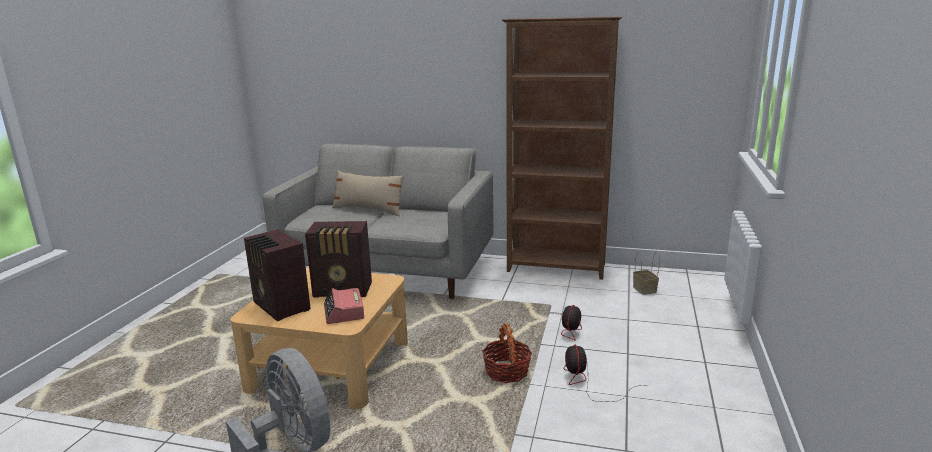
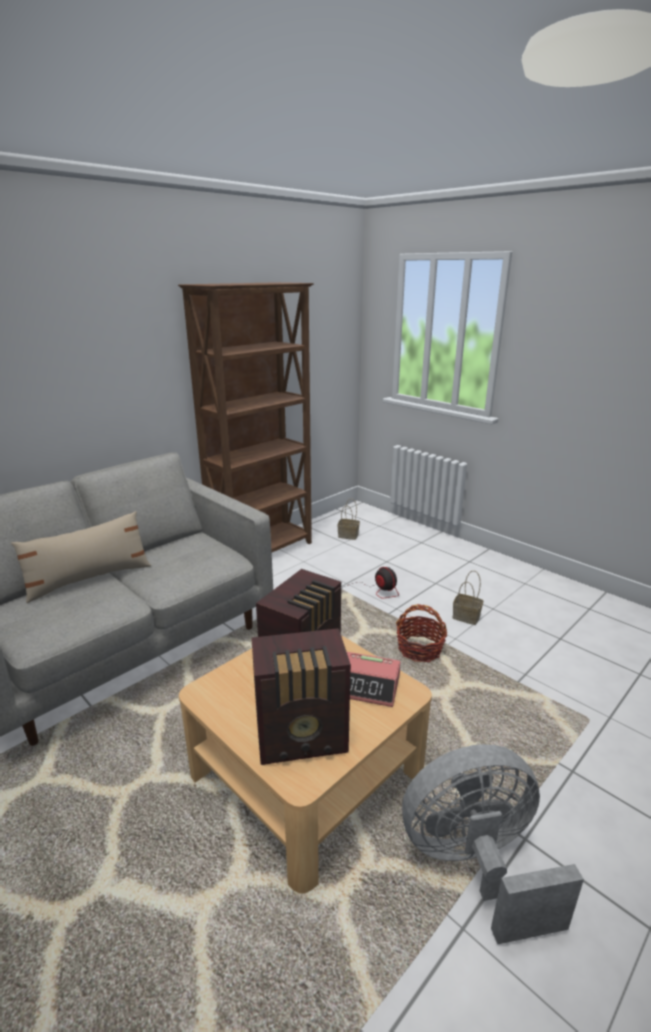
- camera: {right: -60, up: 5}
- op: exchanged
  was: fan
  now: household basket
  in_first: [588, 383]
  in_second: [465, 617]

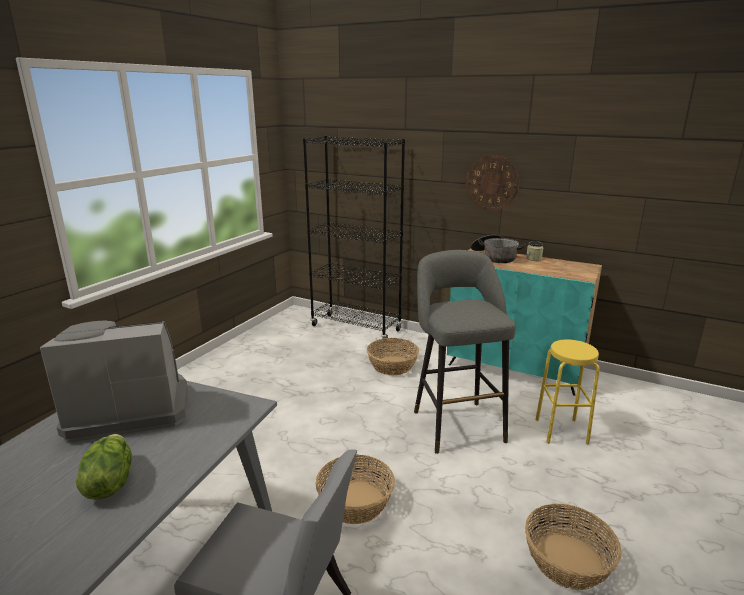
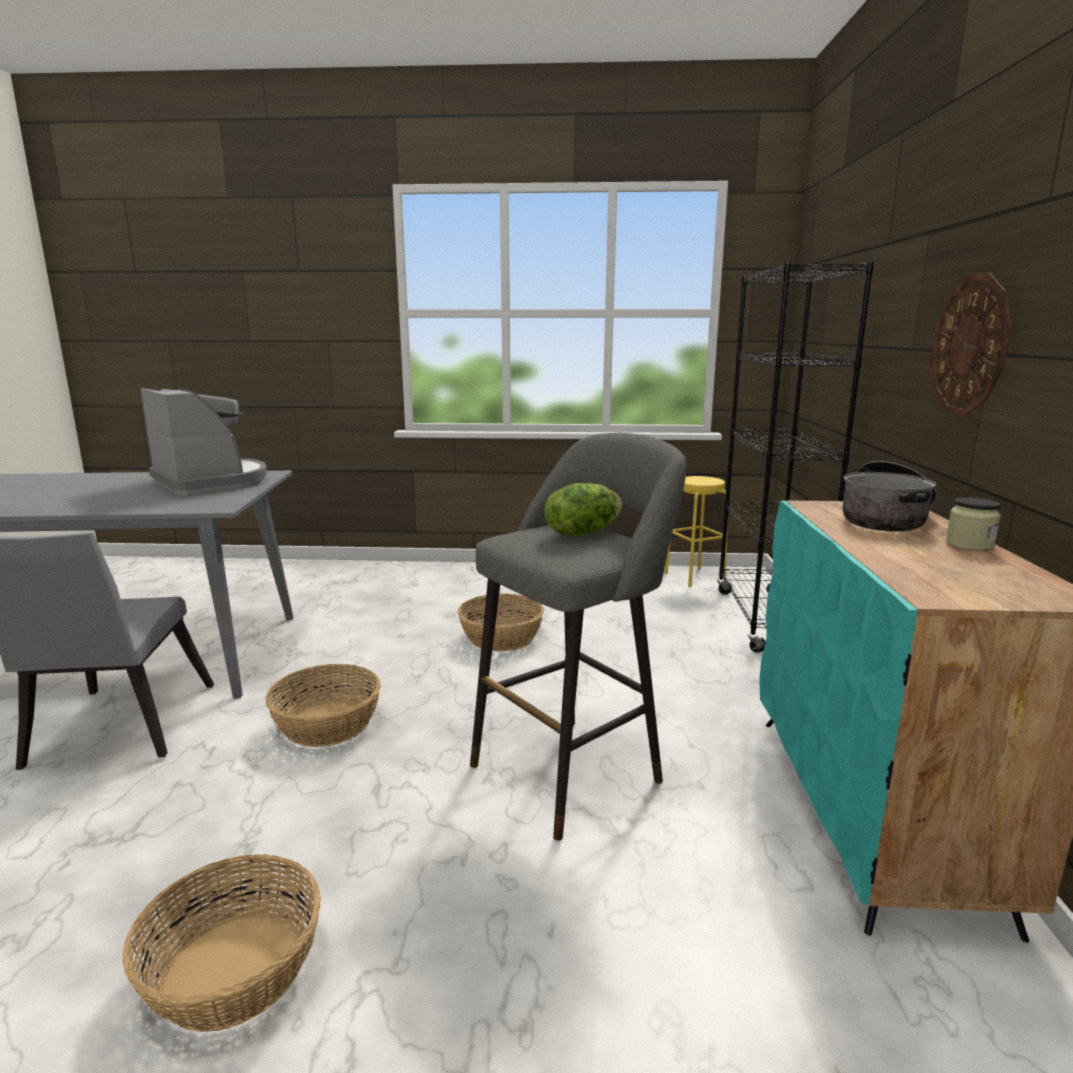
- camera: {right: 65, up: -5}
- op: relocated
  was: household basket
  in_first: [392, 365]
  in_second: [502, 638]
- op: relocated
  was: lettuce
  in_first: [109, 483]
  in_second: [582, 533]
- op: relocated
  was: yellow stool
  in_first: [561, 431]
  in_second: [694, 577]

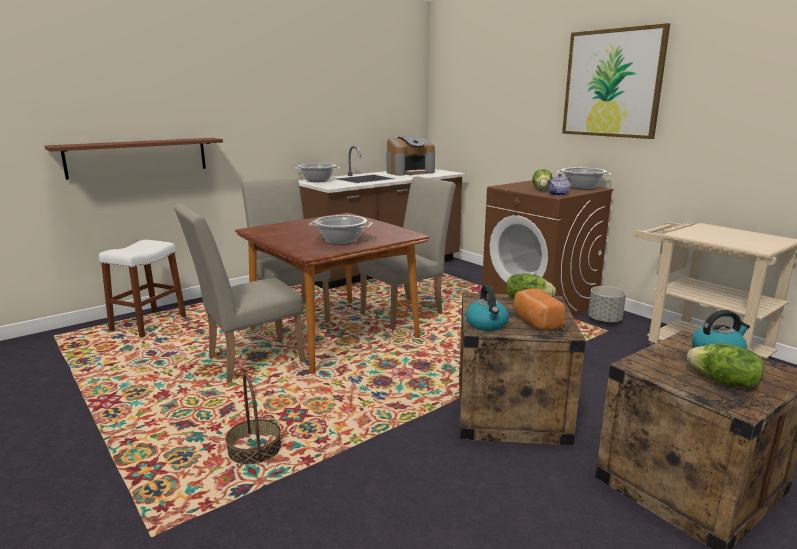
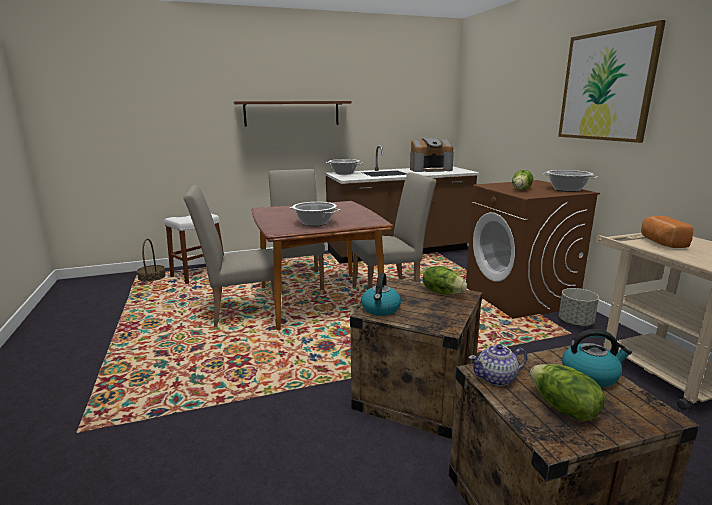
- camera: {right: 20, up: 0}
- op: relocated
  was: household basket
  in_first: [254, 449]
  in_second: [152, 277]
- op: relocated
  was: brown bracket shelf
  in_first: [138, 157]
  in_second: [292, 113]
- op: relocated
  was: pot for tea
  in_first: [558, 194]
  in_second: [497, 378]
- op: relocated
  was: bread
  in_first: [535, 322]
  in_second: [661, 242]

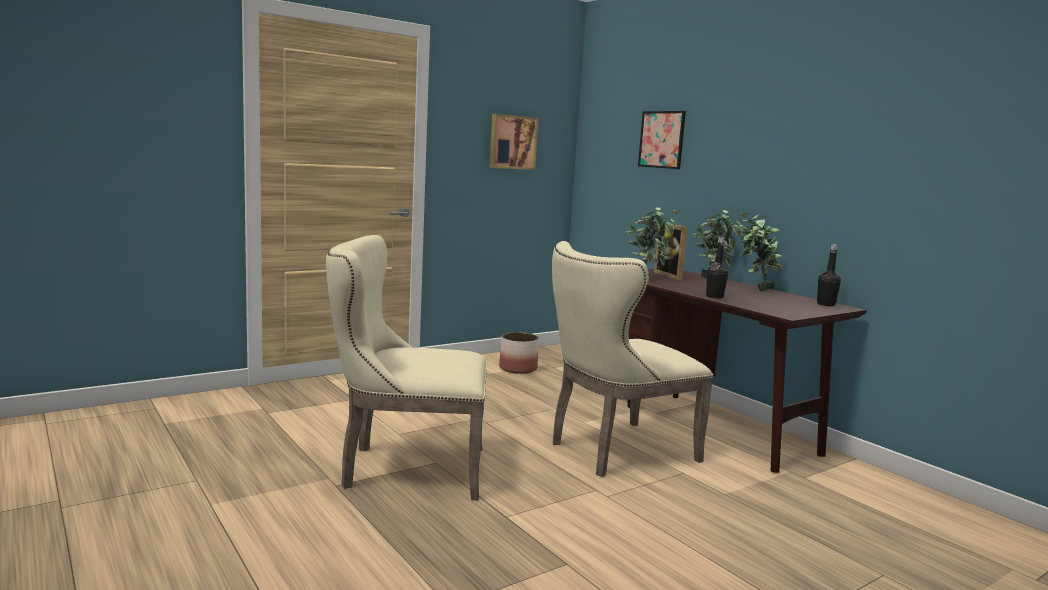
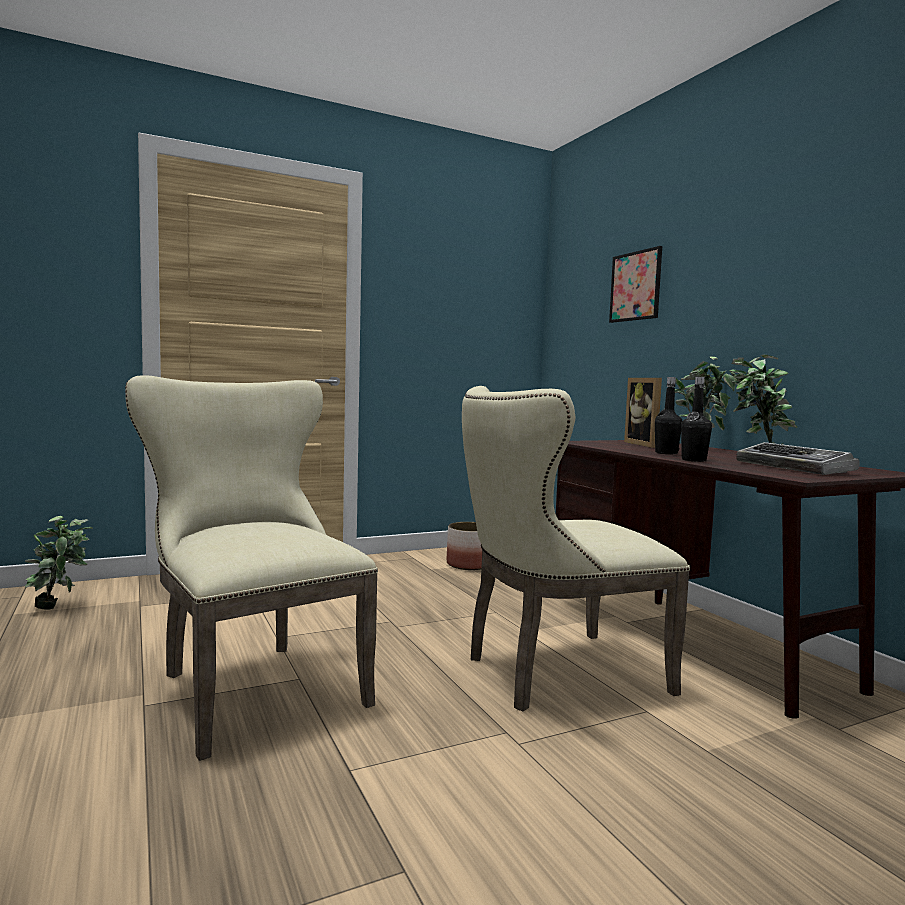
- camera: {right: 10, up: -5}
- op: relocated
  was: plant in a pot
  in_first: [647, 278]
  in_second: [60, 607]
- op: spun
  was: beige-coloured upright chair
  in_first: [405, 469]
  in_second: [252, 686]
  clockwise: 45
- op: relocated
  was: black bottle
  in_first: [825, 304]
  in_second: [666, 453]
- op: appeared
  now: keyboard
  in_second: [795, 468]
- op: missing
  was: picture
  in_first: [512, 142]

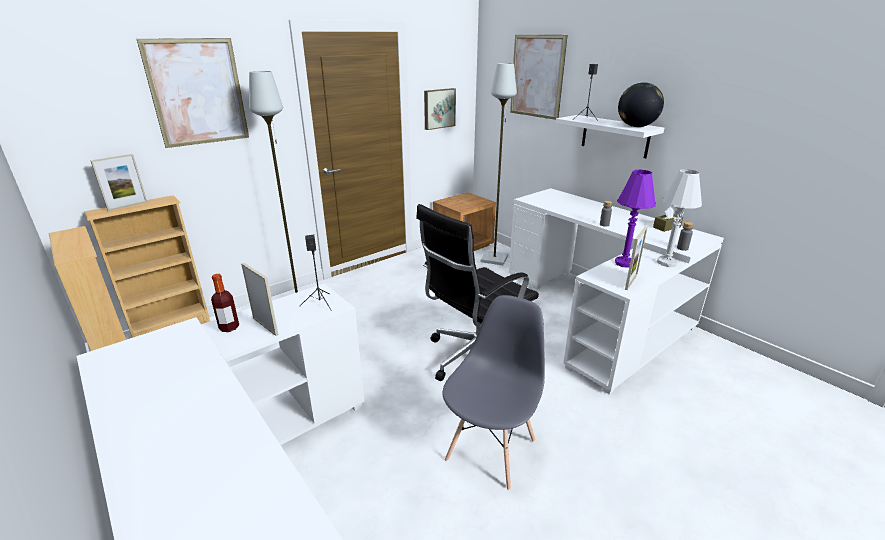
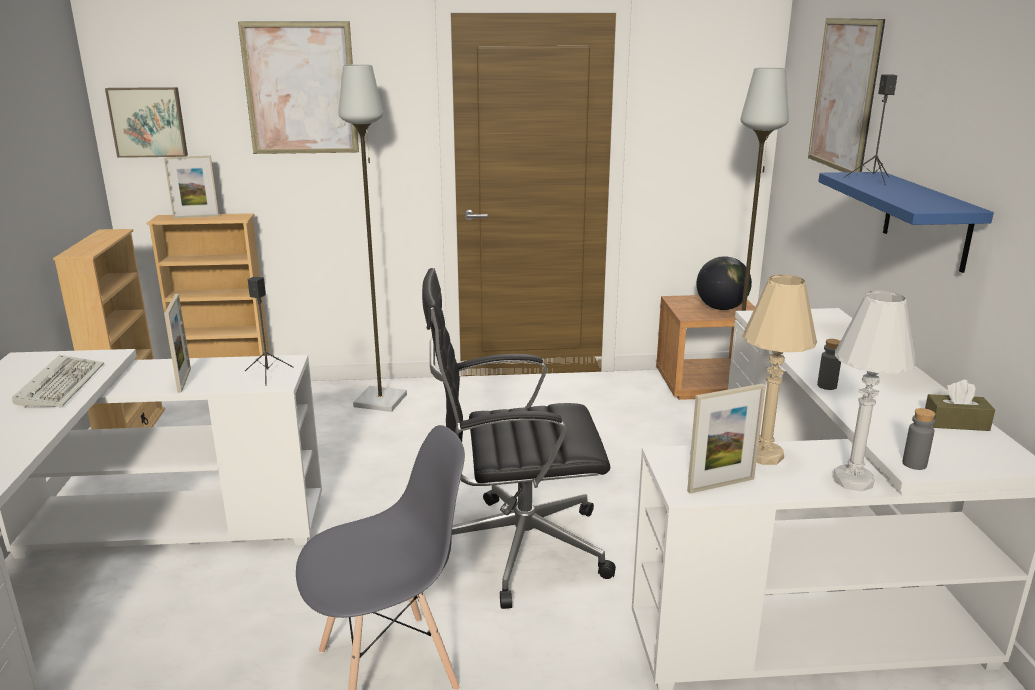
- camera: {right: 35, up: -5}
- op: appeared
  now: keyboard
  in_second: [61, 385]
- op: relocated
  was: picture
  in_first: [438, 108]
  in_second: [148, 122]
- op: relocated
  was: desk globe
  in_first: [636, 126]
  in_second: [721, 308]
- op: colour
  was: purple table lamp
  now: beige-coloured table lamp
  in_first: [624, 263]
  in_second: [764, 455]
- op: colour
  was: white bracket shelf
  now: blue-coloured bracket shelf
  in_first: [615, 136]
  in_second: [926, 220]
- op: missing
  was: bottle
  in_first: [229, 327]

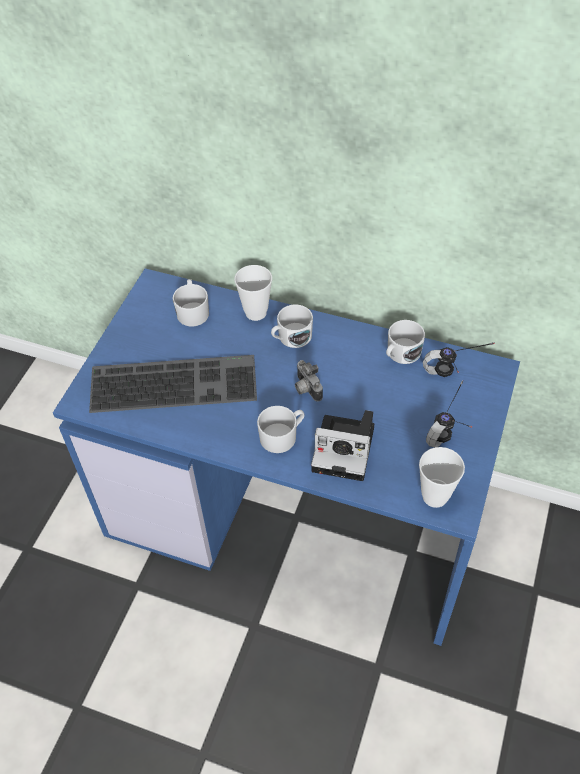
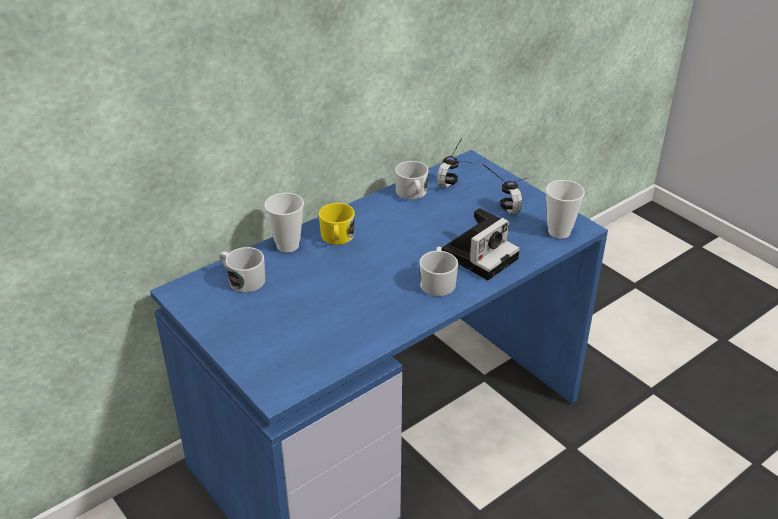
- camera: {right: -60, up: -15}
- op: colour
  was: white coffee mug
  now: yellow coffee mug
  in_first: [291, 337]
  in_second: [337, 238]
- op: missing
  was: keyboard
  in_first: [175, 381]
- op: missing
  was: still camera
  in_first: [306, 389]

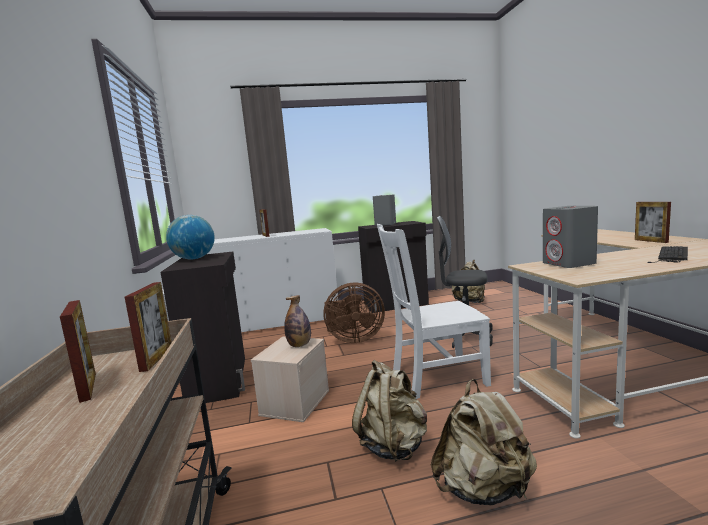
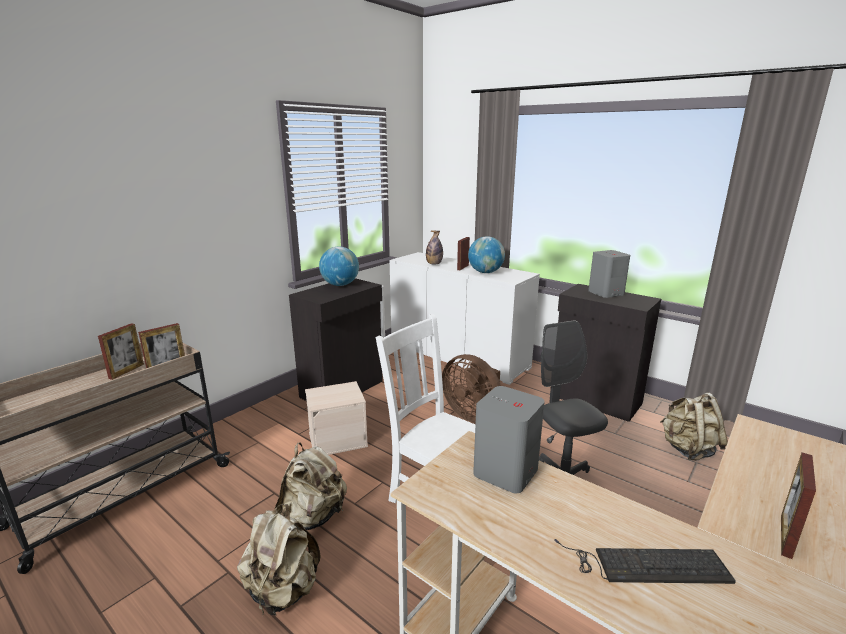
- camera: {right: 50, up: 10}
- op: relocated
  was: bottle
  in_first: [299, 345]
  in_second: [434, 264]
- op: appeared
  now: desk globe
  in_second: [485, 272]

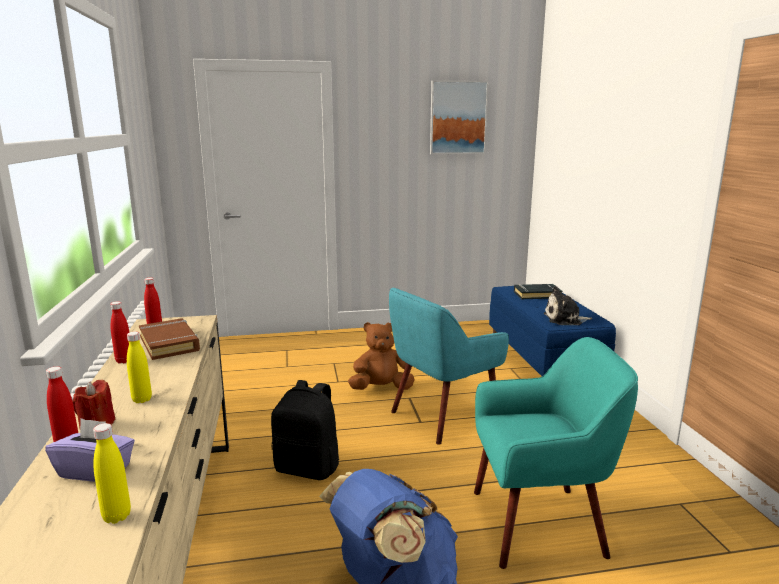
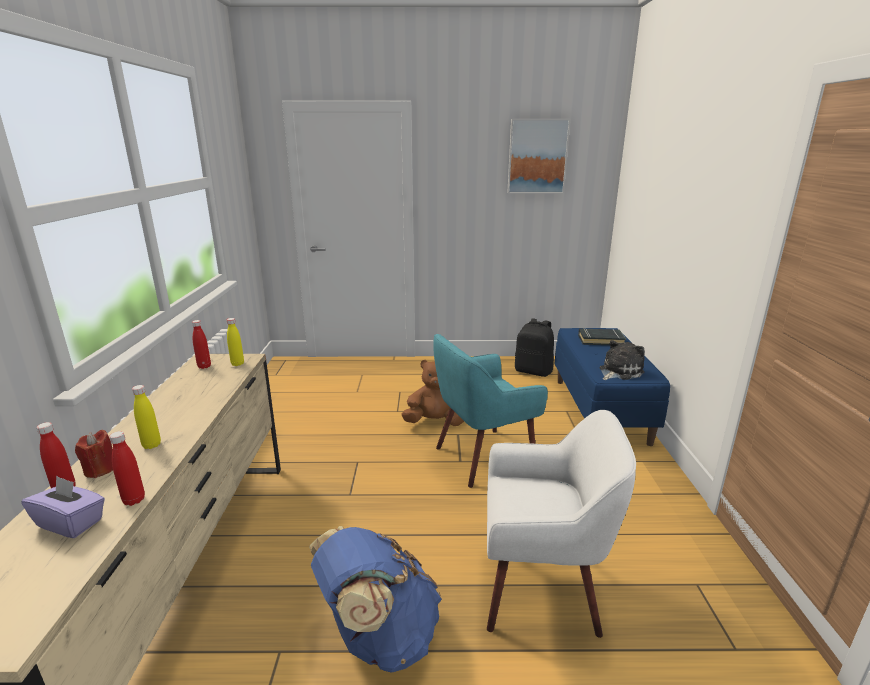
- camera: {right: 10, up: 5}
- op: relocated
  was: reddish bottle
  in_first: [124, 361]
  in_second: [134, 500]
- op: relocated
  was: yellow bottle
  in_first: [117, 516]
  in_second: [237, 364]
- op: colour
  was: blue-green armchair
  now: white armchair
  in_first: [539, 523]
  in_second: [541, 587]
- op: relocated
  was: black knapsack
  in_first: [308, 468]
  in_second: [533, 371]
- op: spun
  was: soft toy
  in_first: [565, 319]
  in_second: [619, 371]
  clockwise: 135
- op: missing
  was: brown book
  in_first: [169, 344]

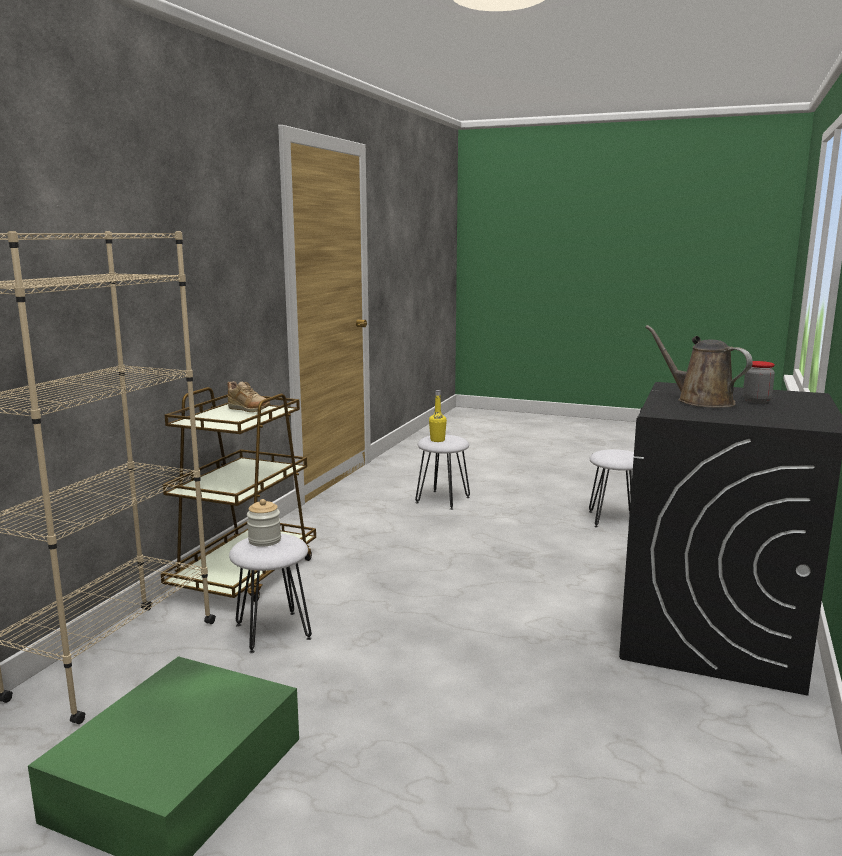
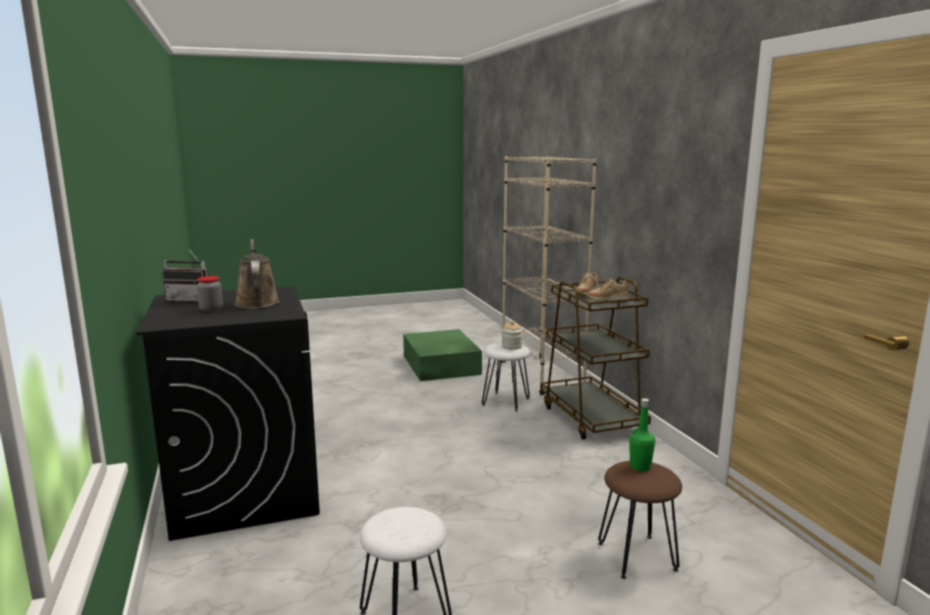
- camera: {right: 140, up: 0}
- op: appeared
  now: radio set
  in_second: [191, 300]
- op: spun
  was: brown sprinkling can
  in_first: [700, 401]
  in_second: [257, 302]
  clockwise: -120
- op: appeared
  now: beige-coloured item of footwear
  in_second: [586, 295]
- op: colour
  was: white stool
  now: brown stool
  in_first: [443, 500]
  in_second: [637, 557]
- op: colour
  was: yellow bottle
  now: green-coloured bottle
  in_first: [437, 440]
  in_second: [640, 467]

